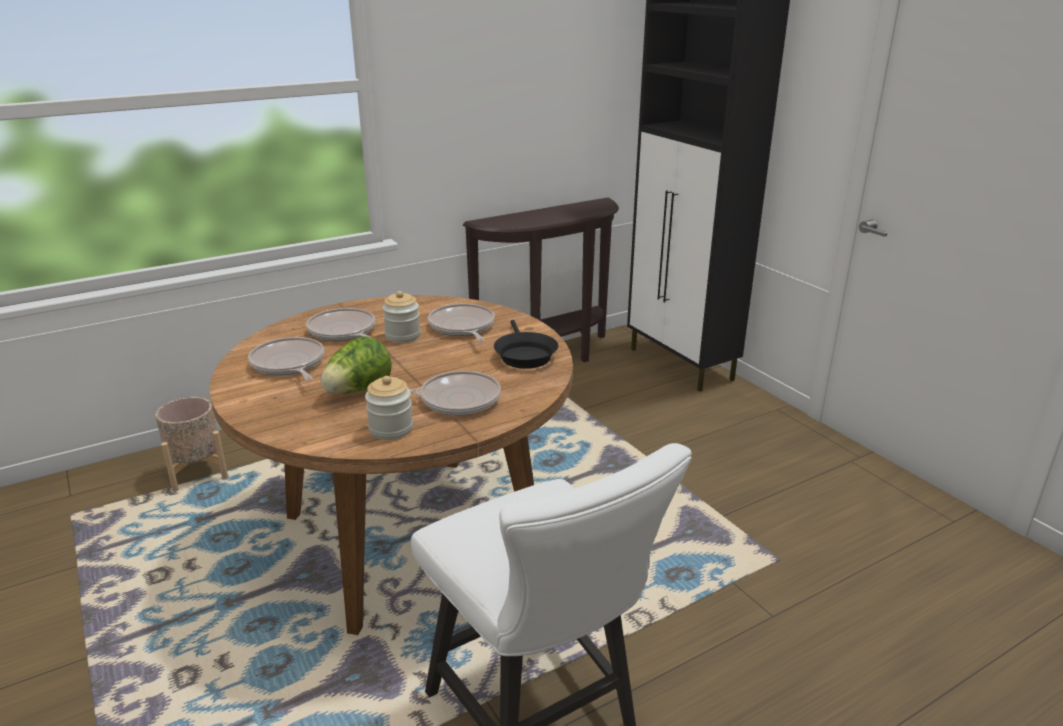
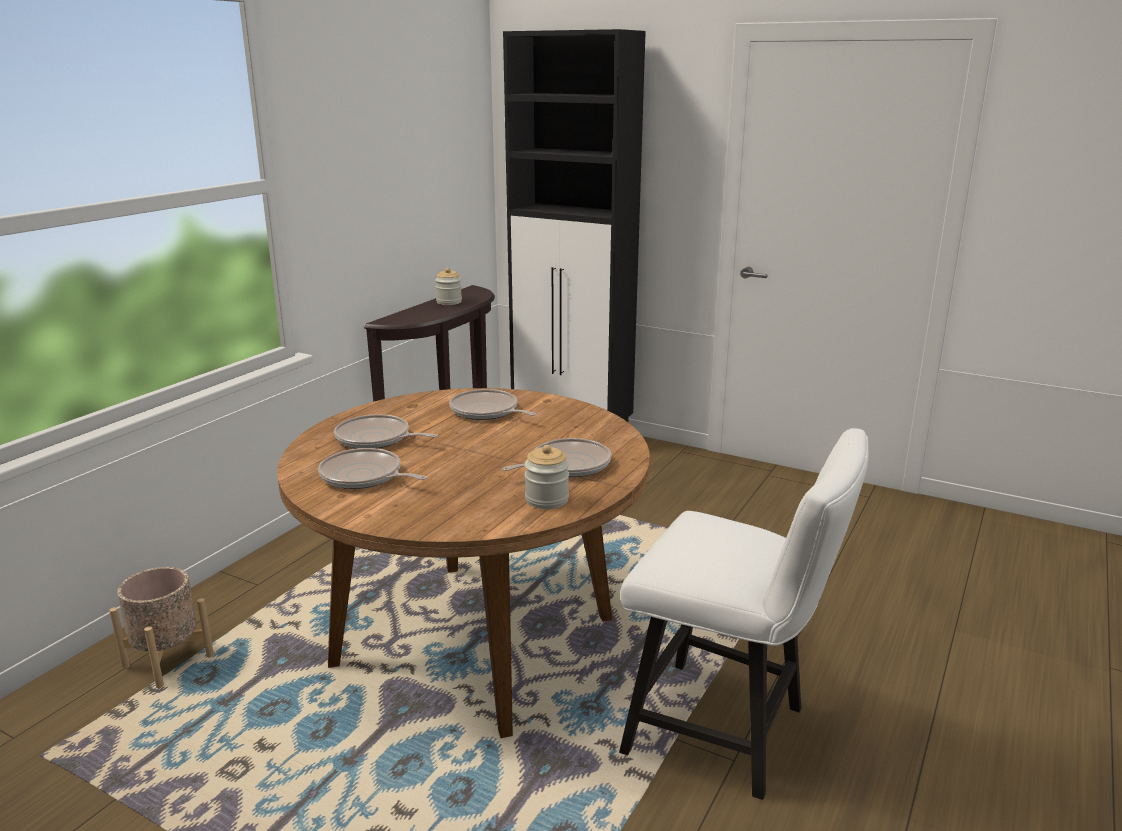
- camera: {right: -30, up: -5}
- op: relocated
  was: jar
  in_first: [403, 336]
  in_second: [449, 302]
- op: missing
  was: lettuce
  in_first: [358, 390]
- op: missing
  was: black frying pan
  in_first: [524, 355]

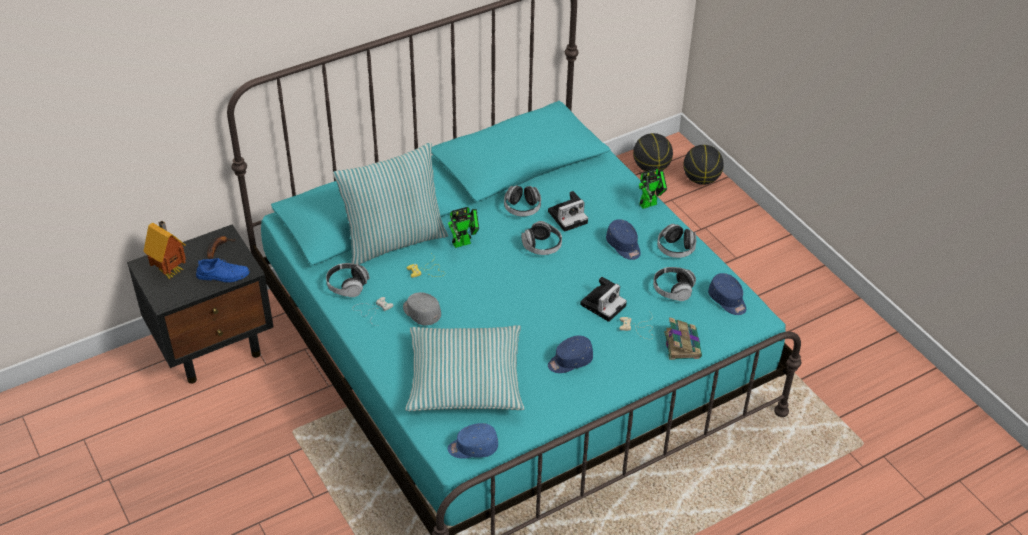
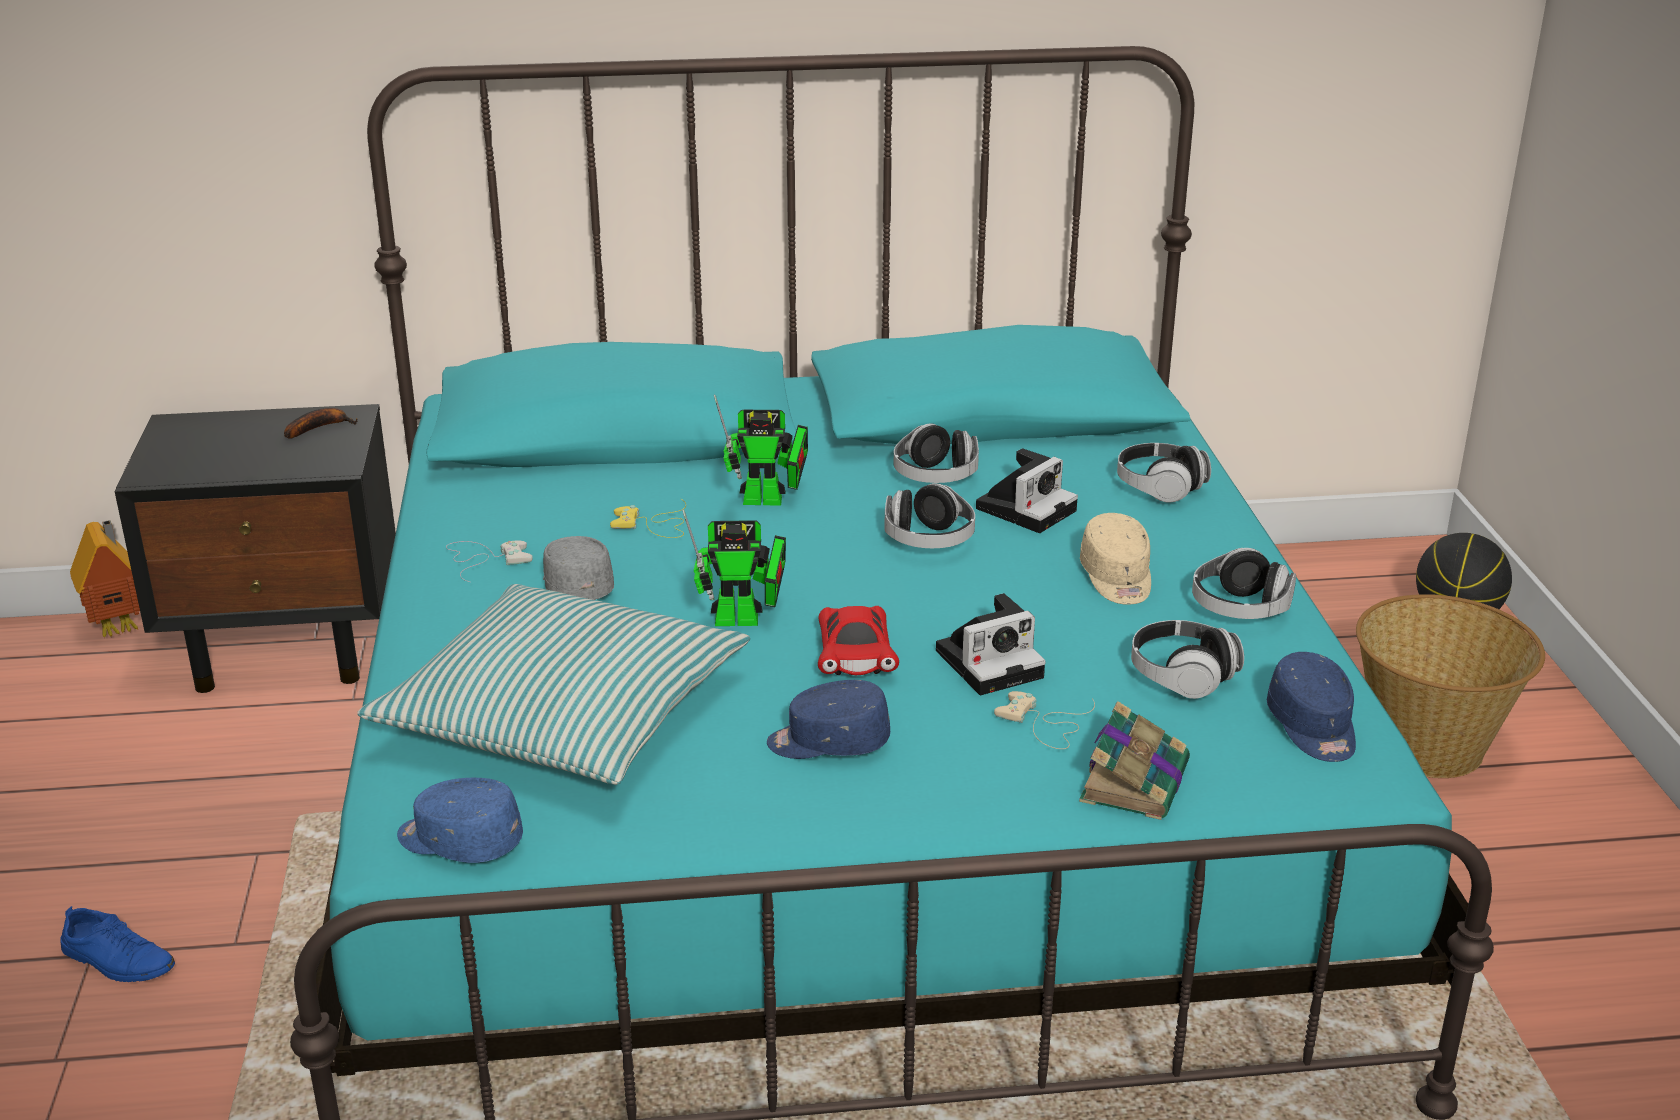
- camera: {right: 25, up: -15}
- op: relocated
  was: blue-coloured item of footwear
  in_first: [223, 275]
  in_second: [118, 960]
- op: relocated
  was: toy house
  in_first: [171, 271]
  in_second: [121, 627]
- op: relocated
  was: robot figure
  in_first: [650, 203]
  in_second: [744, 620]
- op: appeared
  now: reddish model car
  in_second: [855, 657]
- op: spun
  was: still camera
  in_first: [568, 216]
  in_second: [1027, 508]
  clockwise: -45
- op: colour
  was: blue-coloured peaked cap
  now: beige-coloured peaked cap
  in_first: [624, 246]
  in_second: [1117, 578]
- op: relocated
  was: headphones
  in_first: [347, 286]
  in_second: [1159, 488]
- op: appeared
  now: household basket
  in_second: [1429, 746]
- op: missing
  was: cushion
  in_first: [394, 240]
- op: missing
  was: basketball
  in_first: [651, 168]

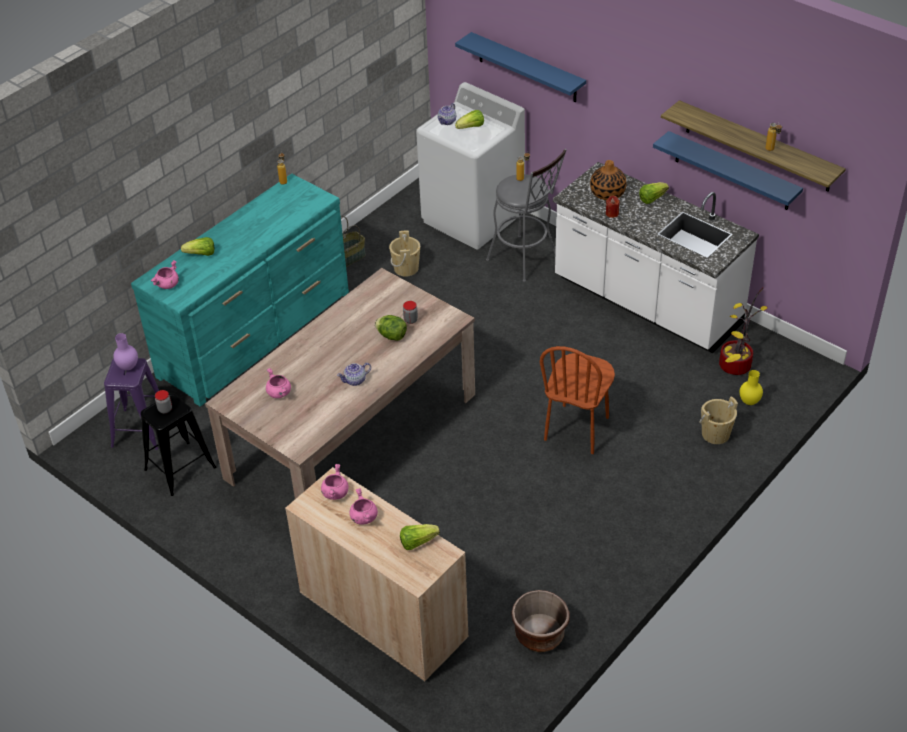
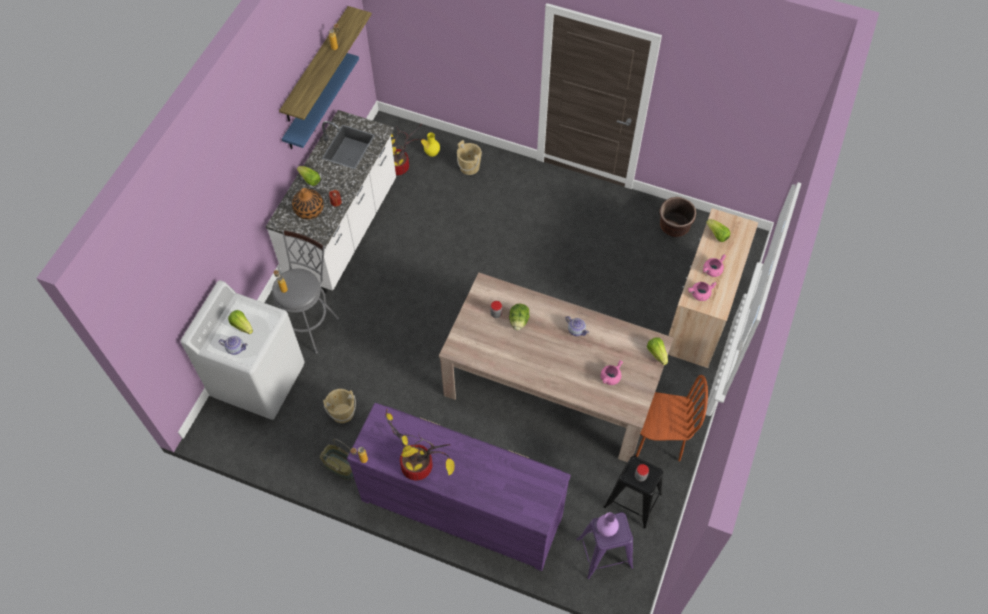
- camera: {right: -110, up: 15}
- op: colour
  was: blue-green drawer chest
  now: purple drawer chest
  in_first: [256, 333]
  in_second: [461, 506]
- op: appeared
  now: plant in a pot
  in_second: [420, 465]
- op: relocated
  was: brown upright chair
  in_first: [577, 429]
  in_second: [658, 439]
- op: relocated
  was: lettuce
  in_first: [201, 254]
  in_second: [657, 353]
- op: missing
  was: pink cooking pot
  in_first: [167, 285]
- op: missing
  was: blue-coloured bracket shelf
  in_first: [527, 68]

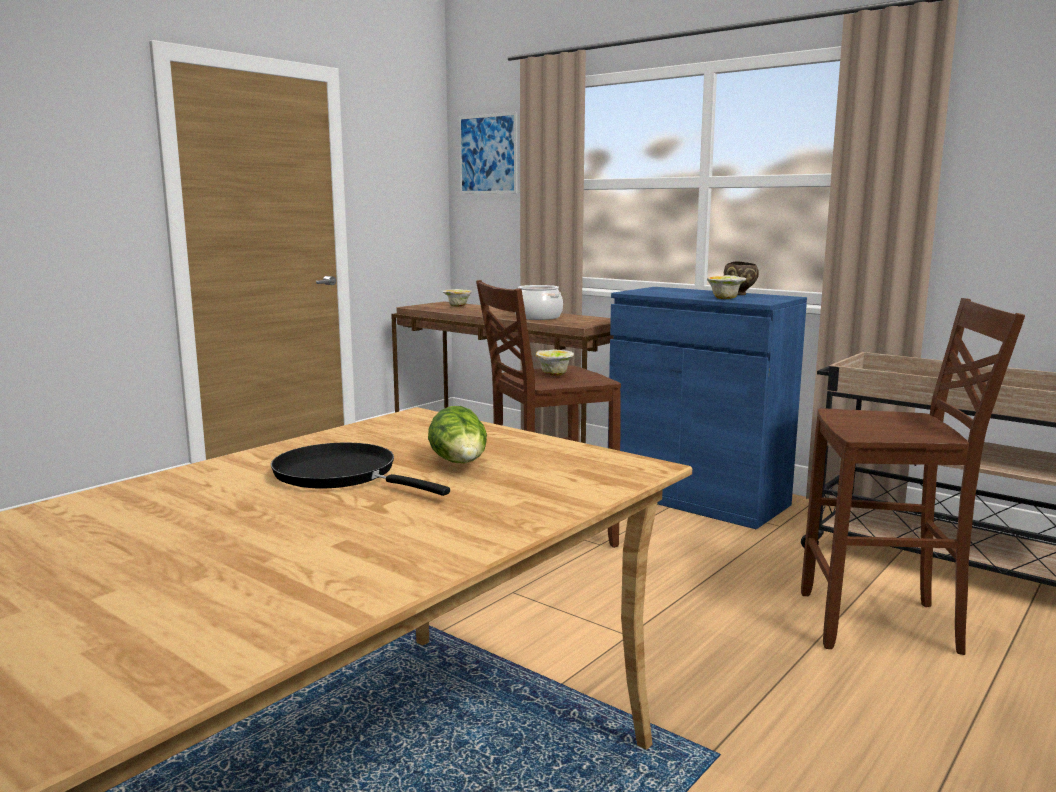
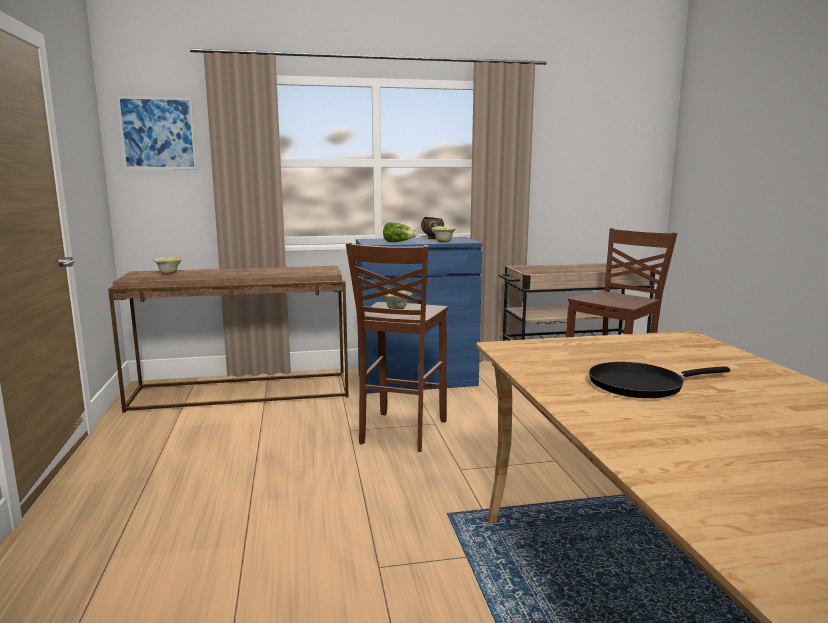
- camera: {right: -50, up: 0}
- op: relocated
  was: lettuce
  in_first: [461, 464]
  in_second: [399, 242]
- op: missing
  was: cooking pot
  in_first: [537, 317]

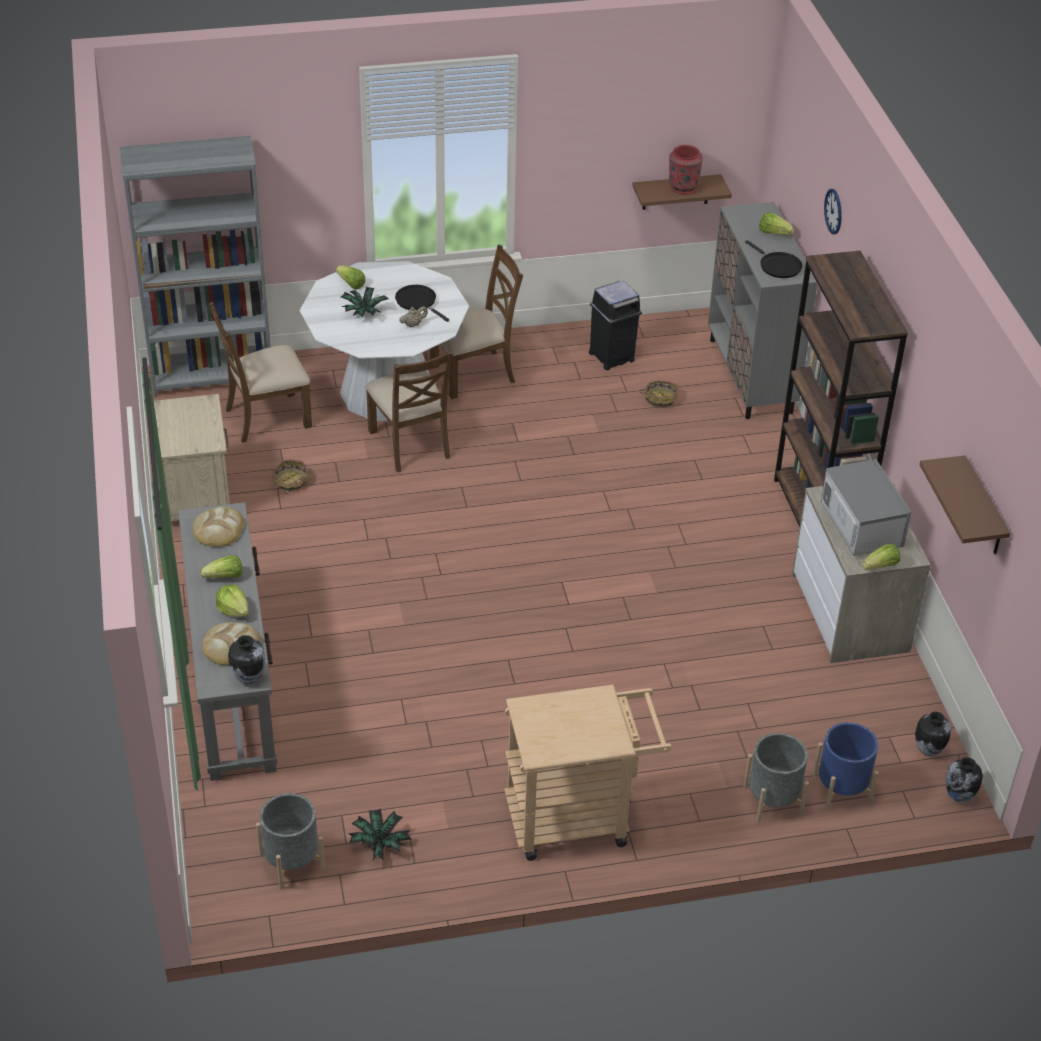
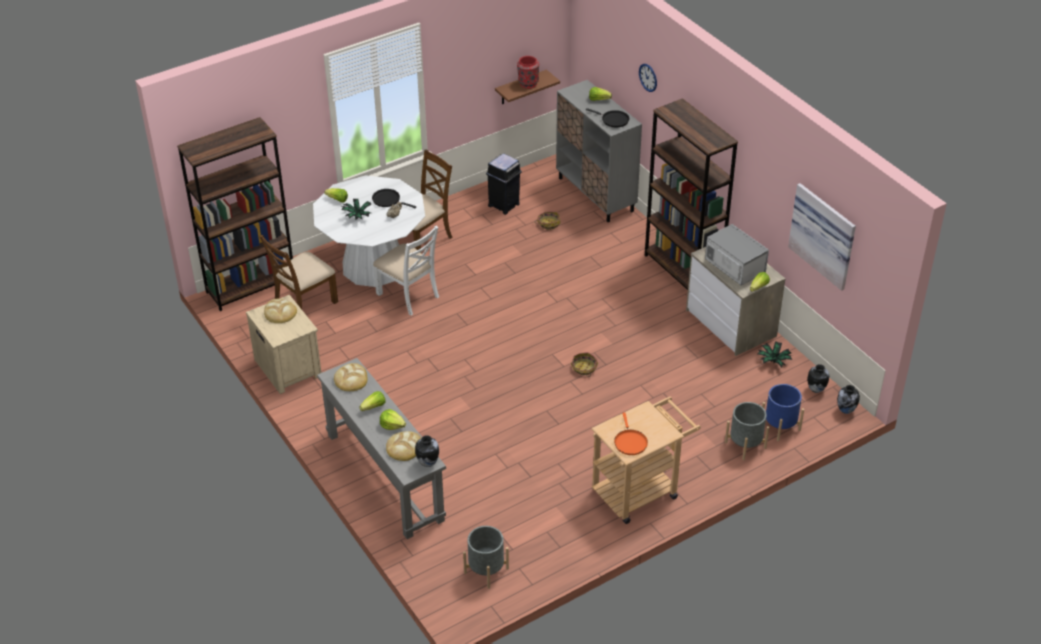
- camera: {right: -20, up: 0}
- op: colour
  was: greyish bookshelf
  now: brown bookshelf
  in_first: [212, 376]
  in_second: [251, 286]
- op: appeared
  now: bread
  in_second: [280, 312]
- op: colour
  was: brown upright chair
  now: white upright chair
  in_first: [410, 444]
  in_second: [408, 295]
- op: relocated
  was: household basket
  in_first: [290, 482]
  in_second: [584, 368]
- op: appeared
  now: orange-coloured frying pan
  in_second: [630, 442]
- op: relocated
  was: plant in a pot
  in_first: [379, 843]
  in_second: [773, 361]
- op: exchanged
  was: brown bracket shelf
  now: picture
  in_first: [983, 509]
  in_second: [824, 235]

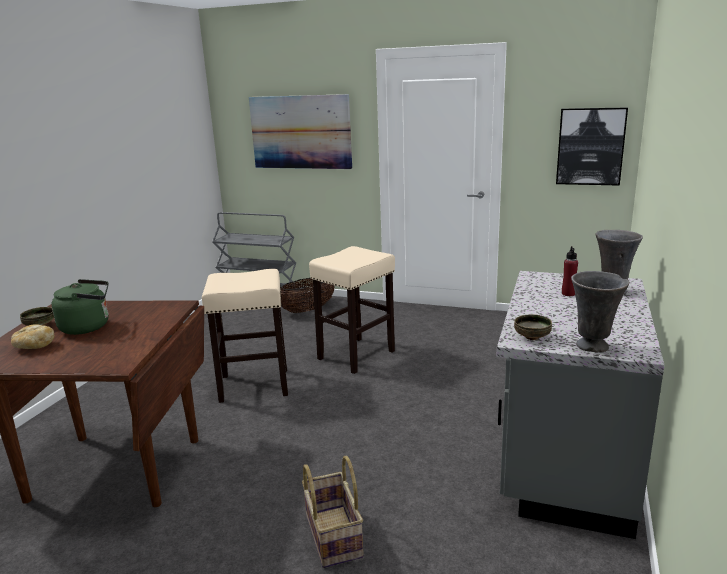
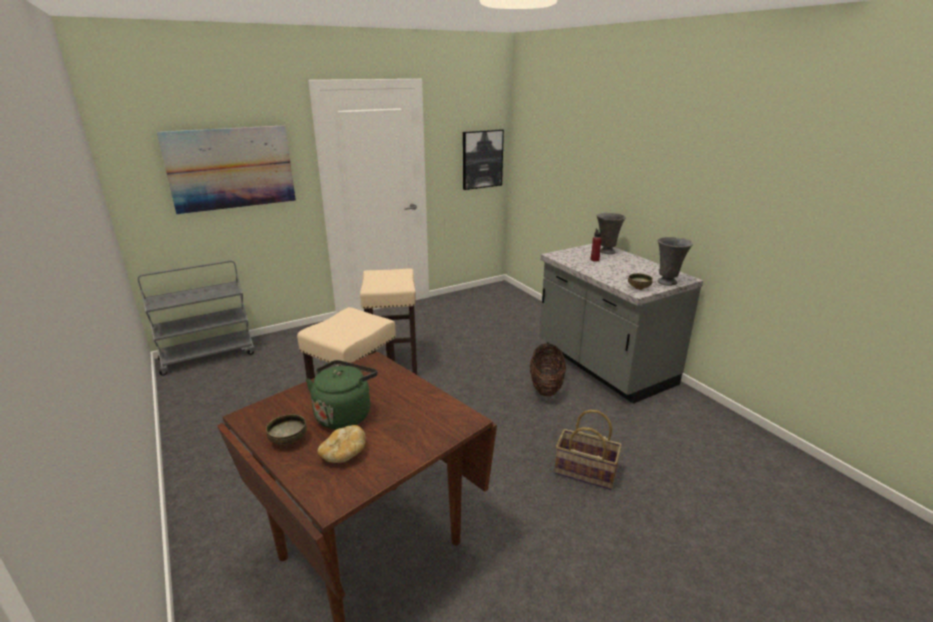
- camera: {right: -50, up: 5}
- op: relocated
  was: household basket
  in_first: [307, 310]
  in_second: [546, 387]

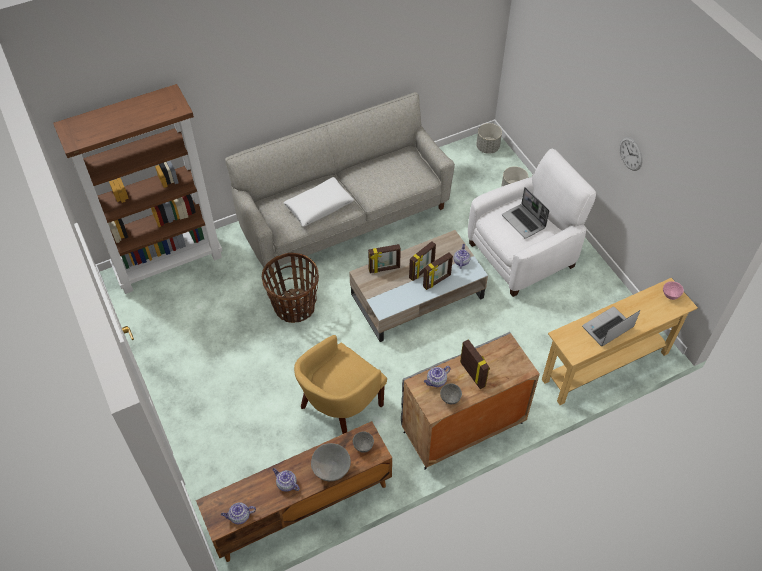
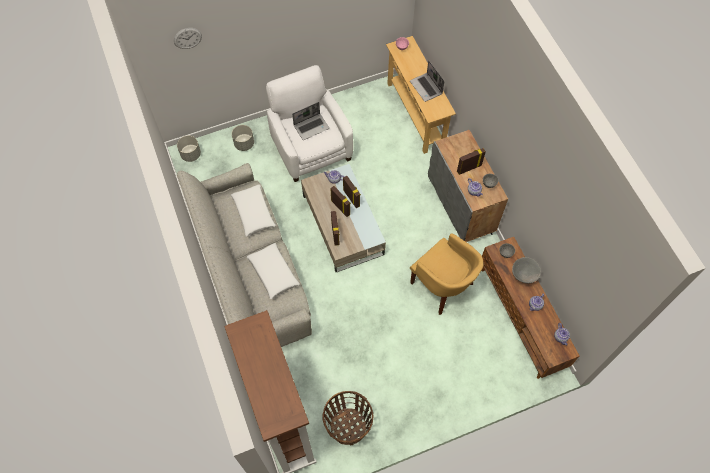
- camera: {right: -85, up: 10}
- op: relocated
  was: clock on the wall
  in_first: [631, 153]
  in_second: [187, 38]
- op: appeared
  now: white cushion
  in_second: [254, 213]
- op: relocated
  was: household basket
  in_first: [294, 307]
  in_second: [348, 427]

